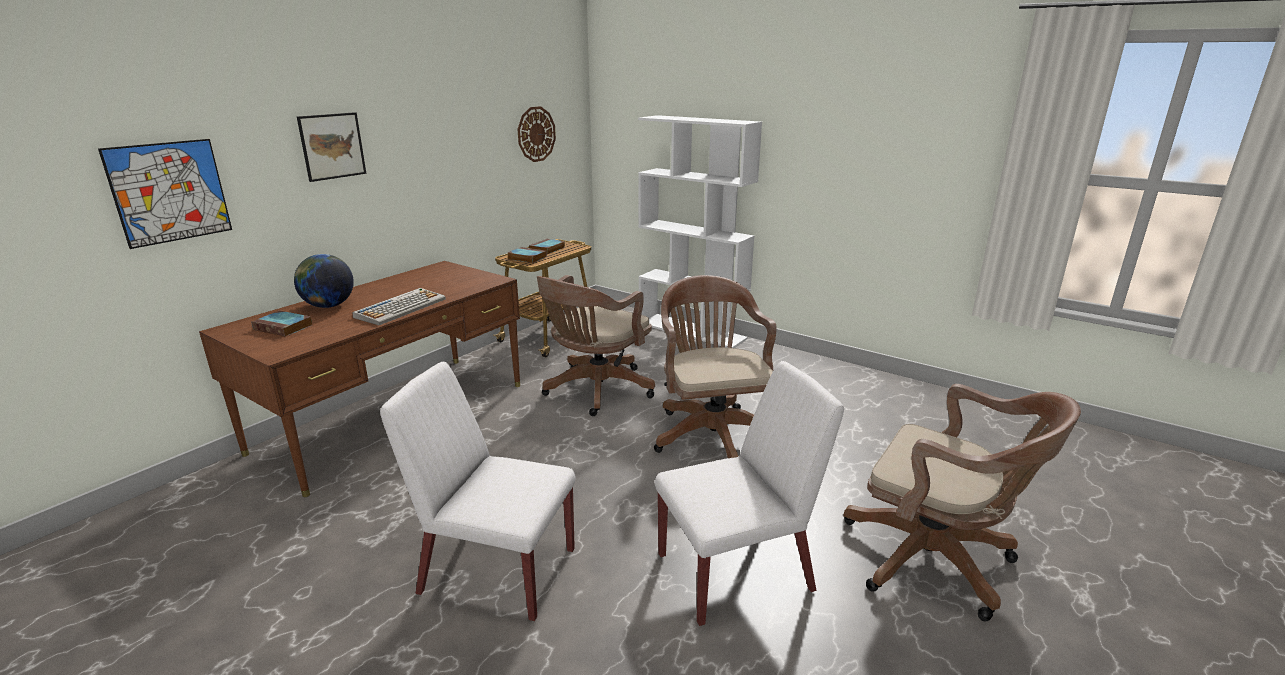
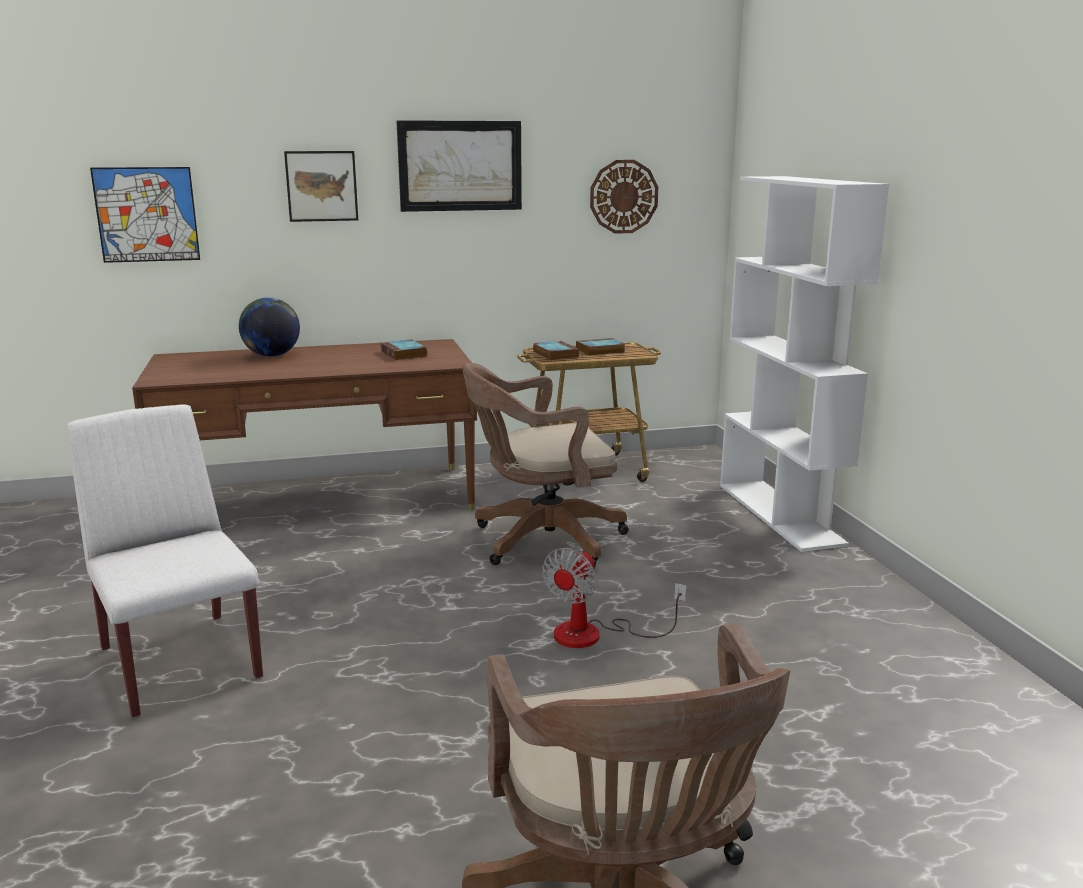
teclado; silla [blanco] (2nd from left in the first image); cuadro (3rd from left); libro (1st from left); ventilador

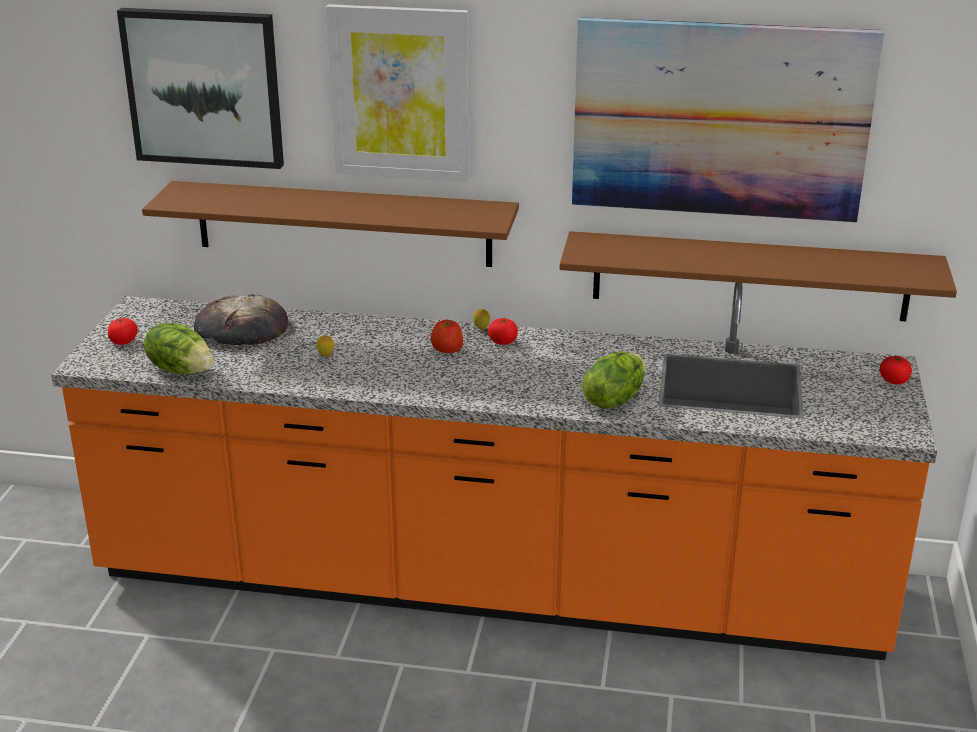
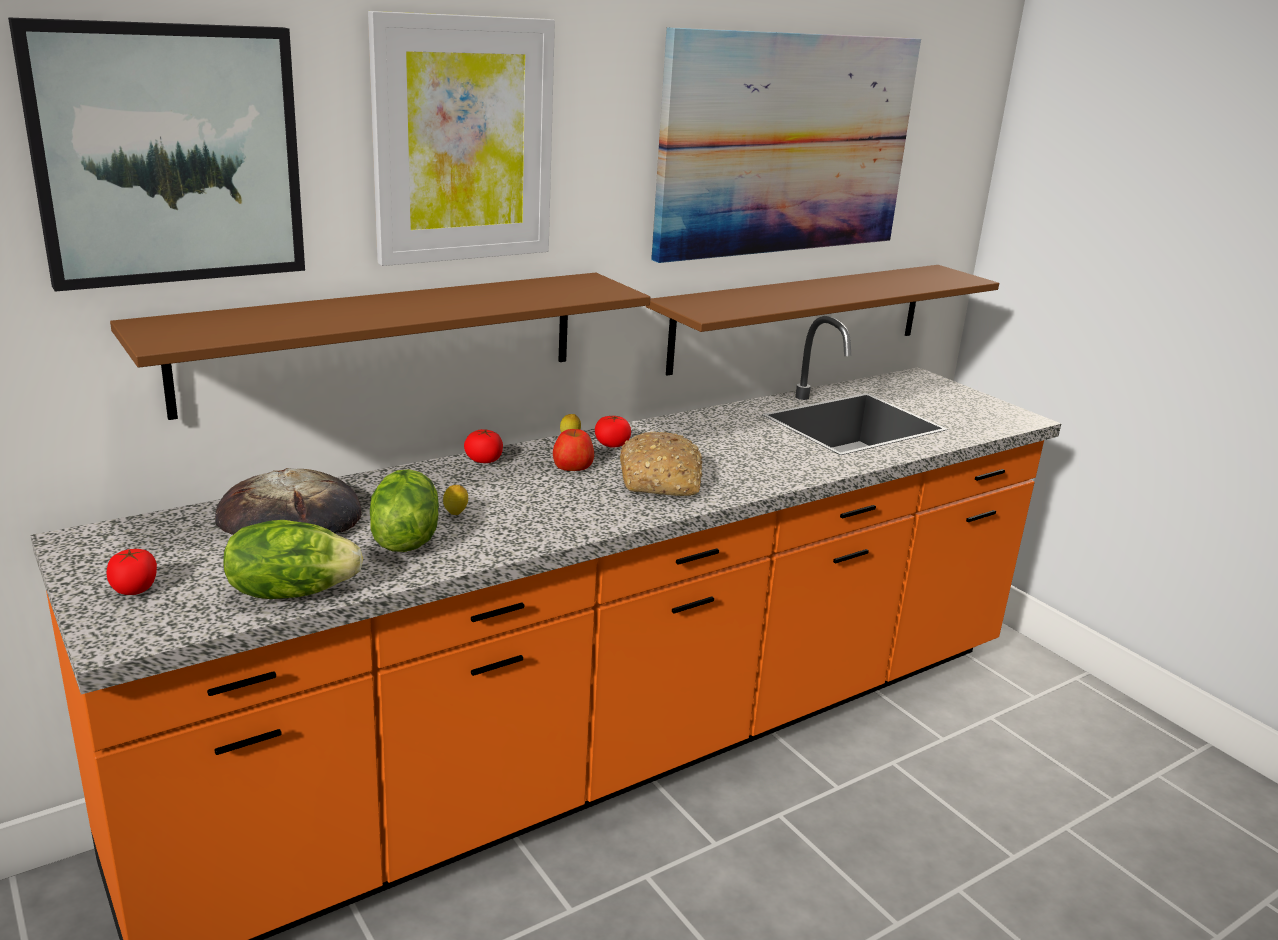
pan (2nd from left); lechuga (2nd from left); tomate (2nd from left)

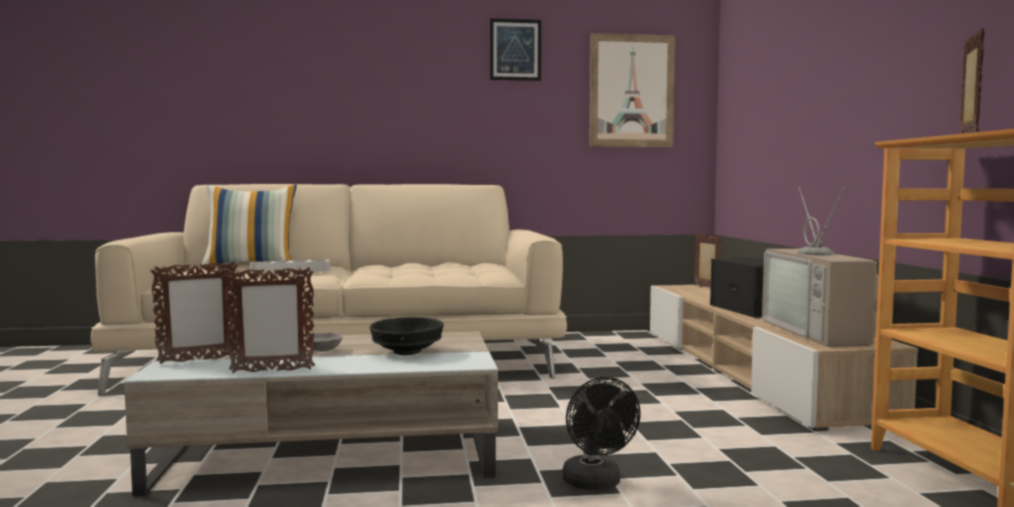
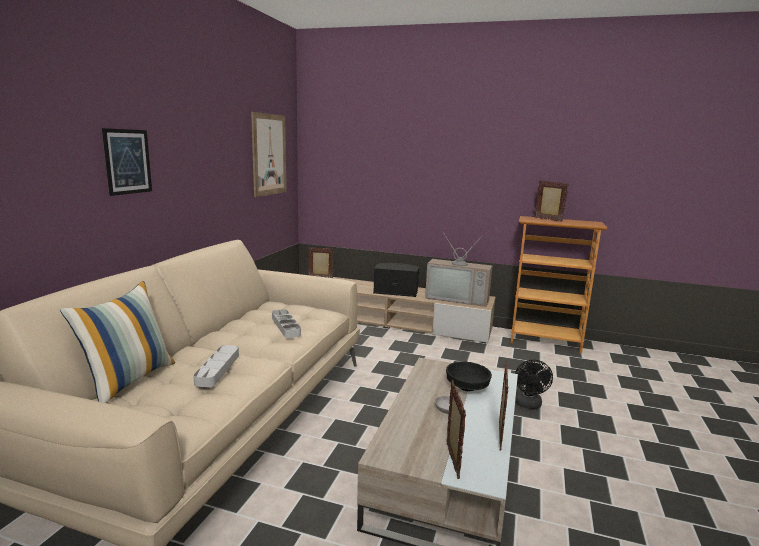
bandeja [gris] (2nd from left); cuadro (1st from left); ventilador [negro]

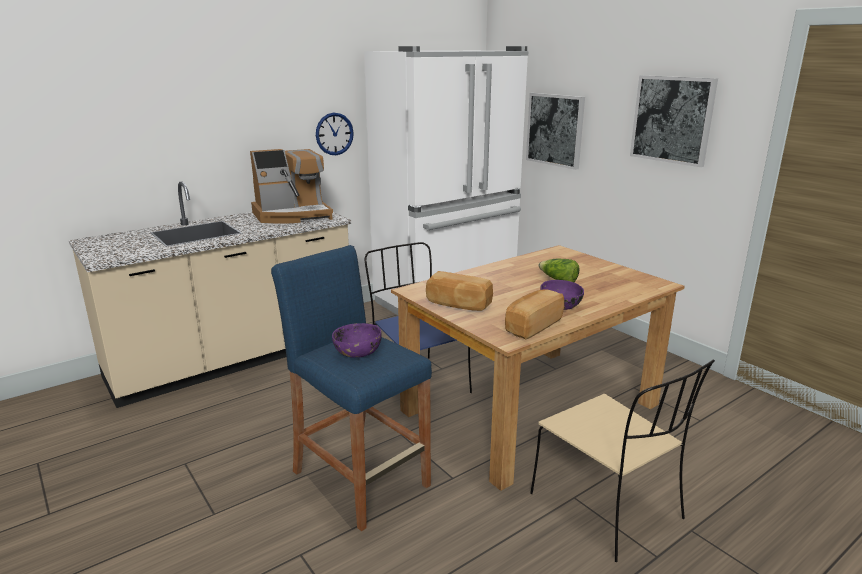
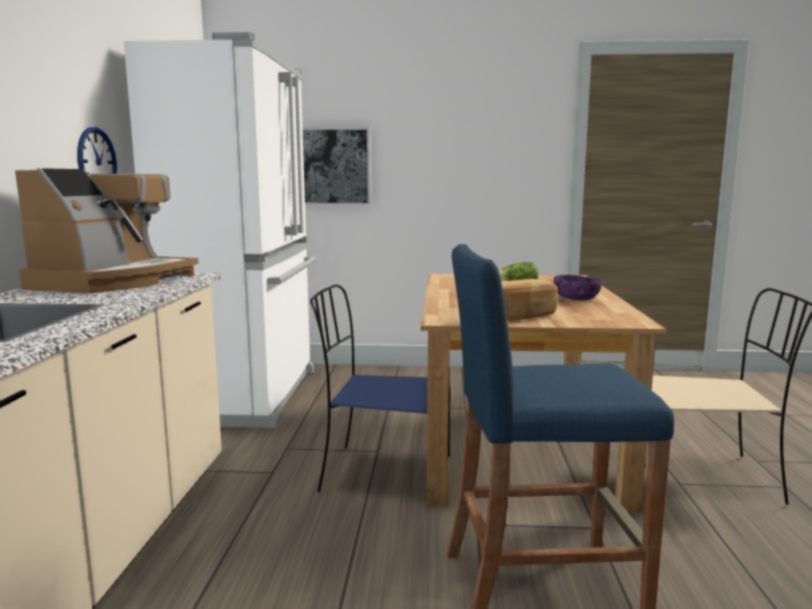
cuenco [morado] (1st from left in the first image); pan (2nd from left in the first image); cuadro (2nd from left in the first image)

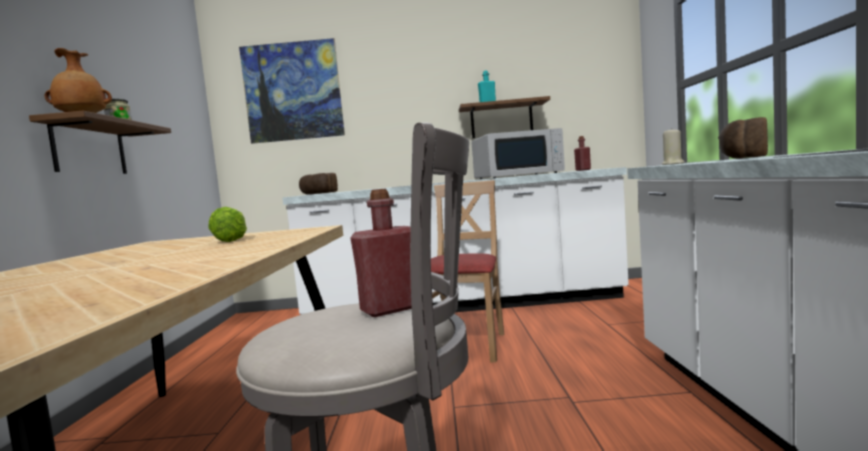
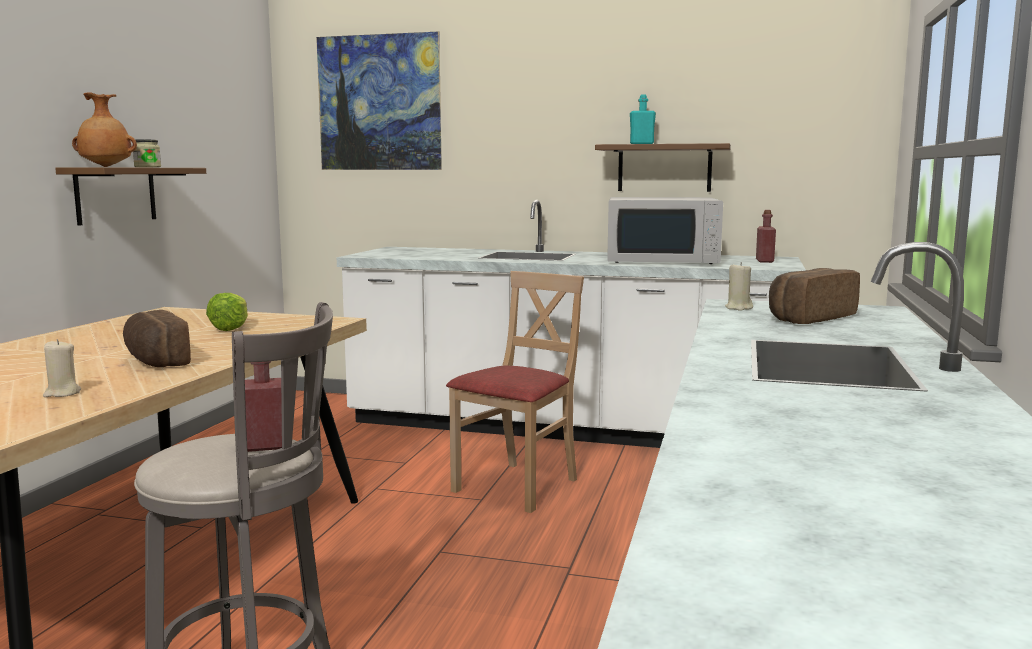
vela [beis] (1st from left); pan (1st from left)

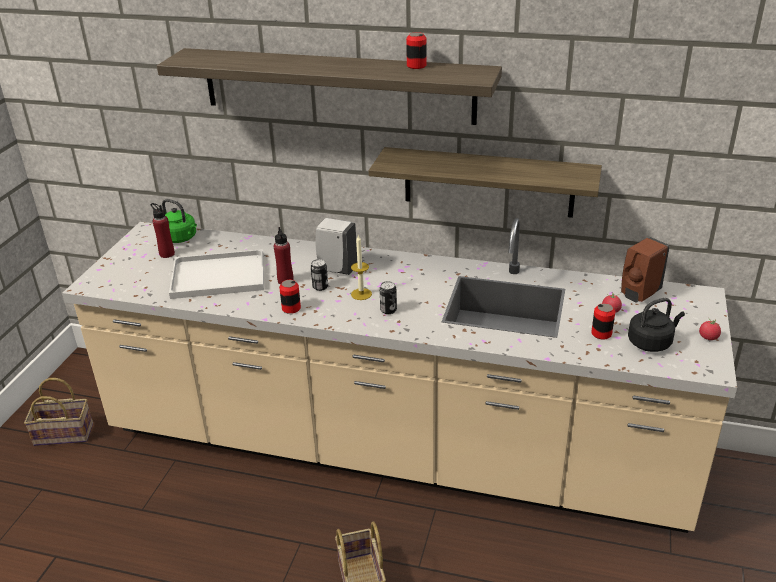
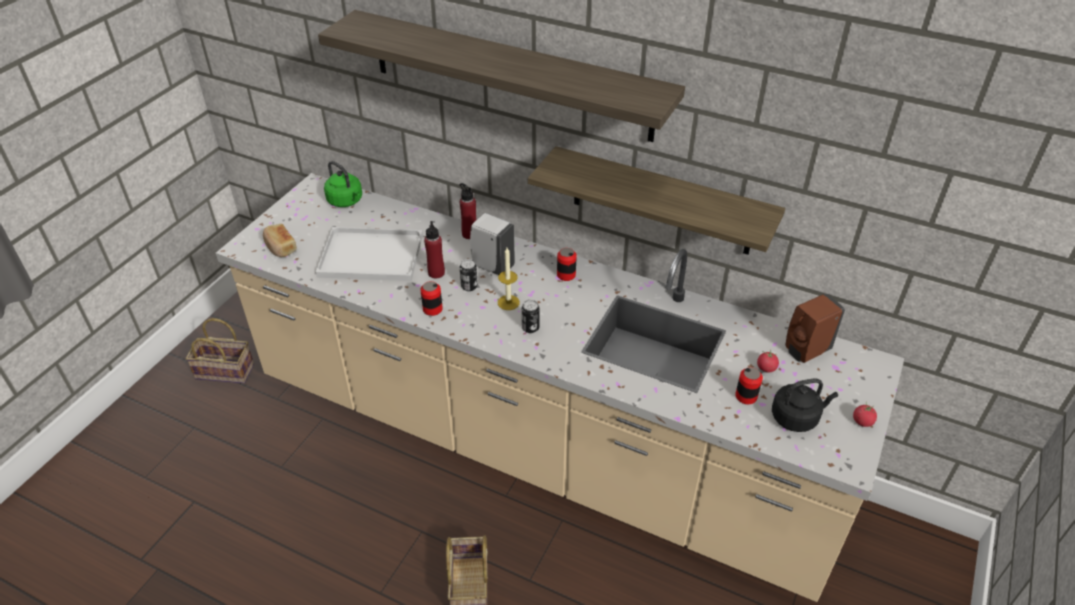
pan; botella [rojo] (2nd from left); lata (4th from left)

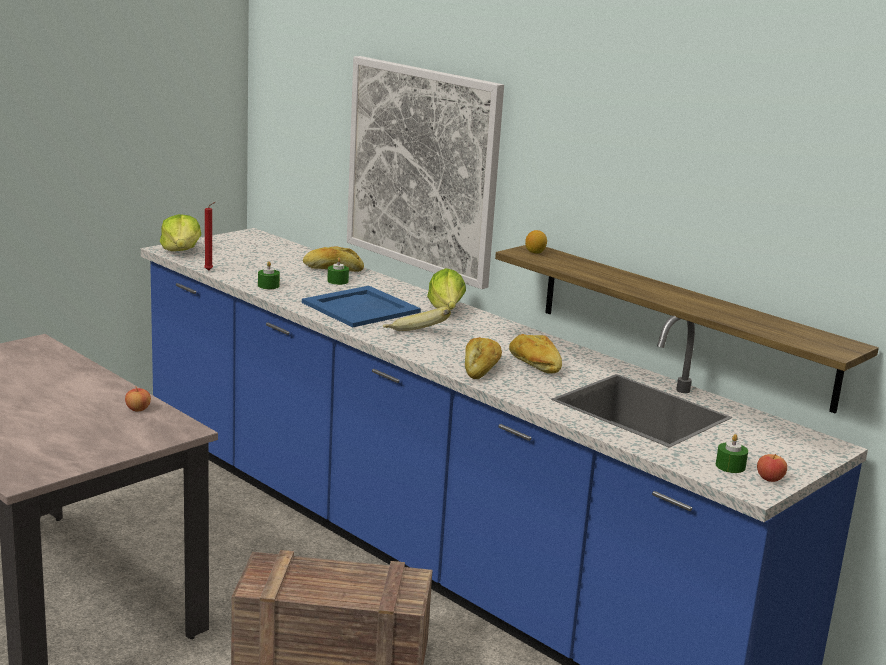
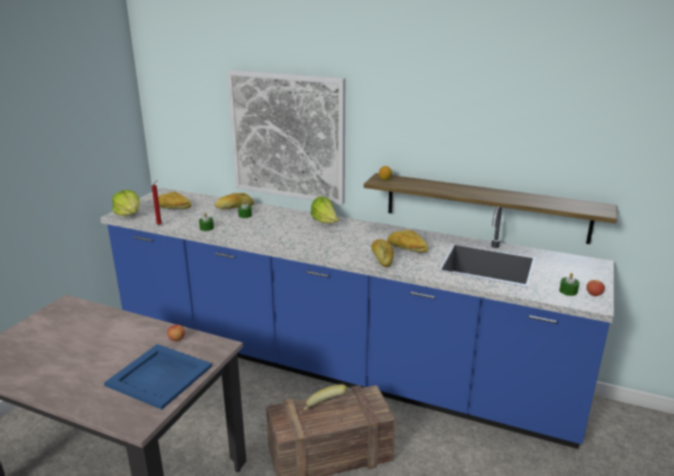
pan (1st from left); bandeja [azul]; plátano

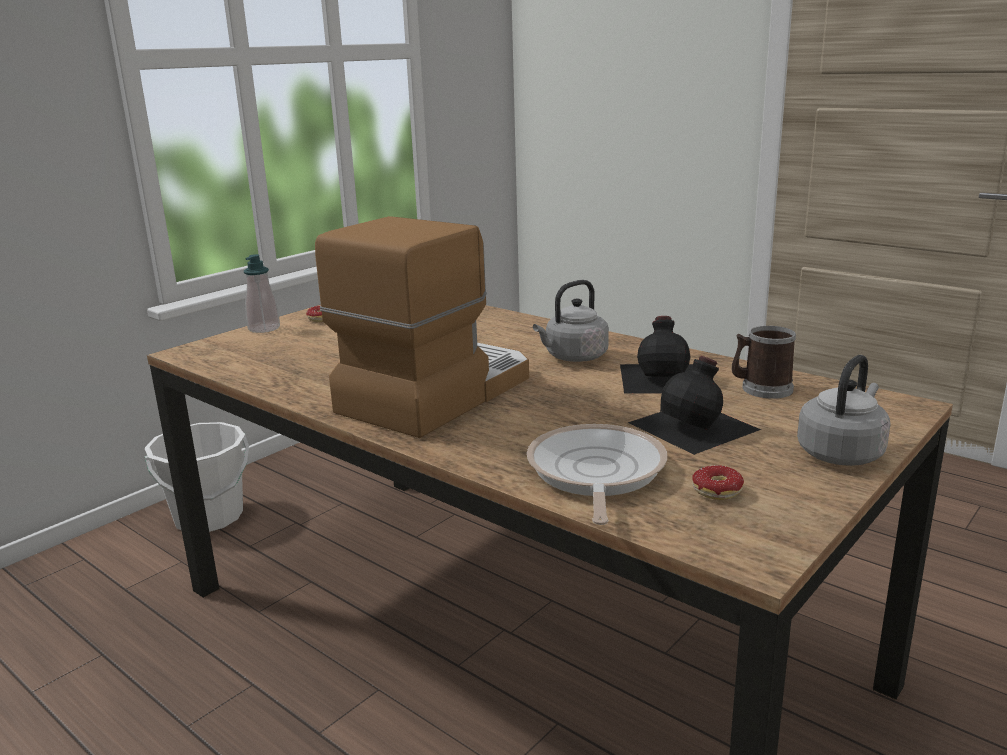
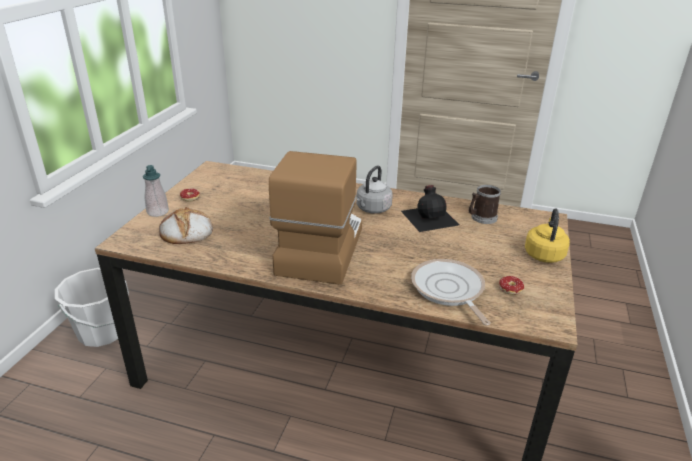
botella [negro] (2nd from left in the first image); pan; hervidor [amarillo]

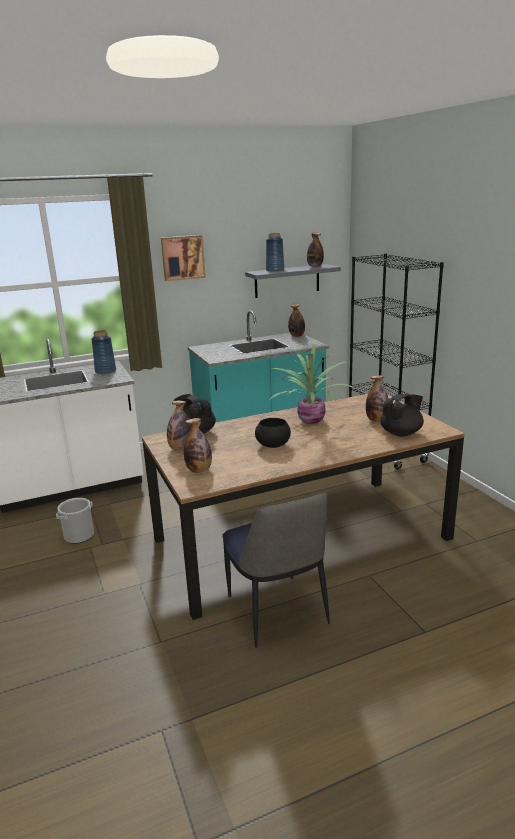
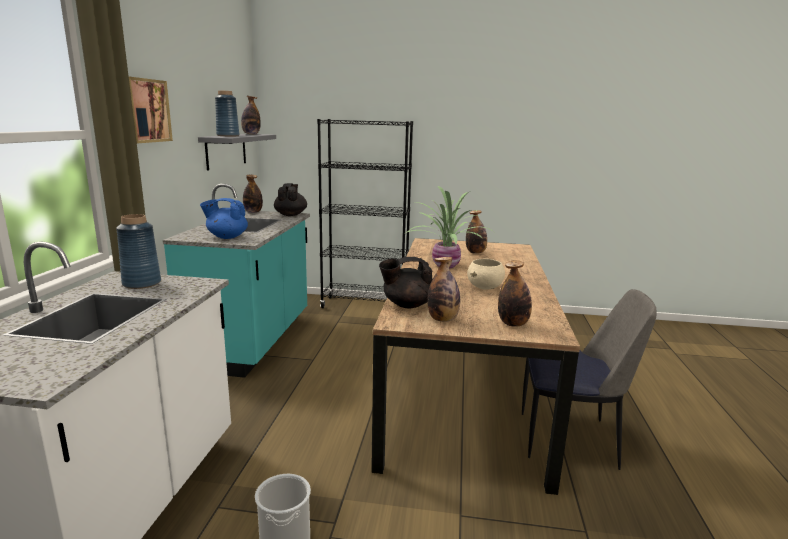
tetera [azul]; tetera [negro] (1st from left); cuenco [beis]

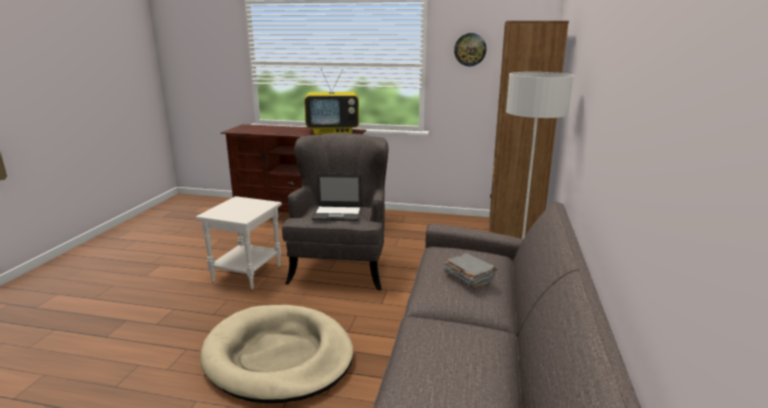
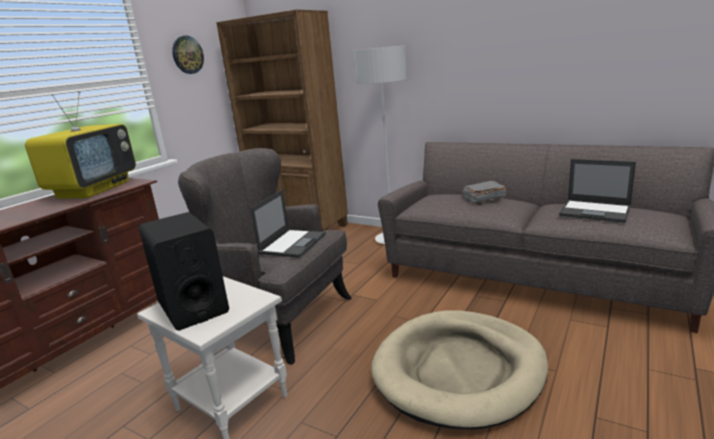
altavoz [negro]; portátil (2nd from left)

